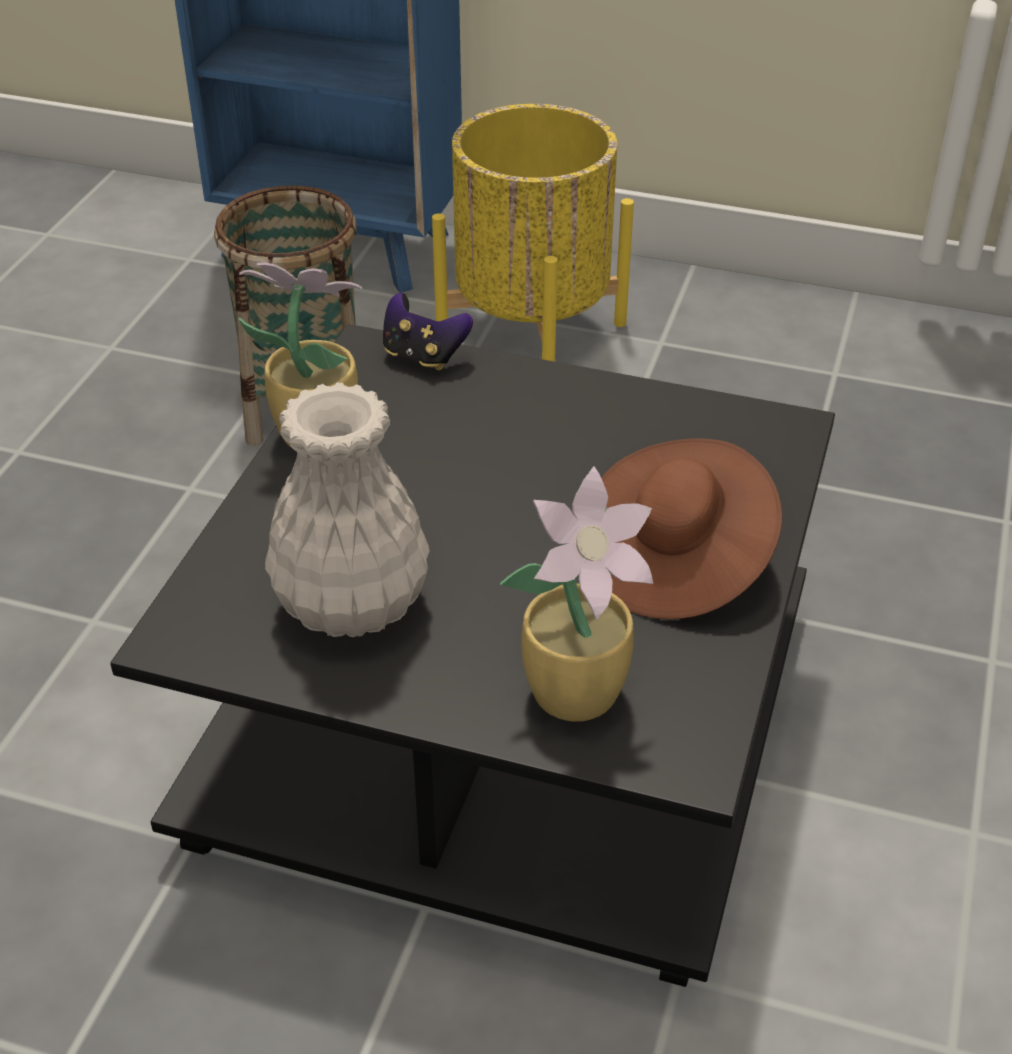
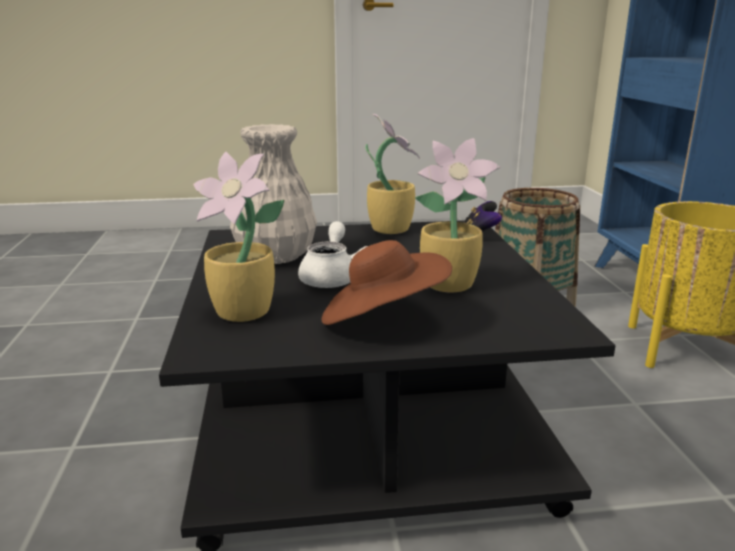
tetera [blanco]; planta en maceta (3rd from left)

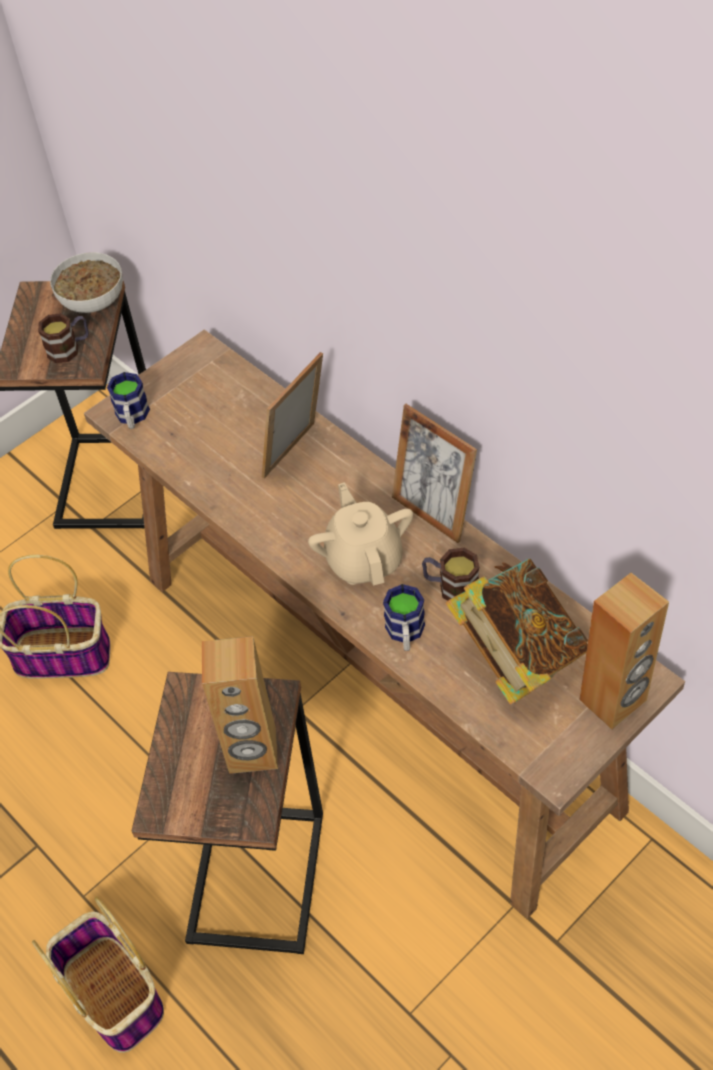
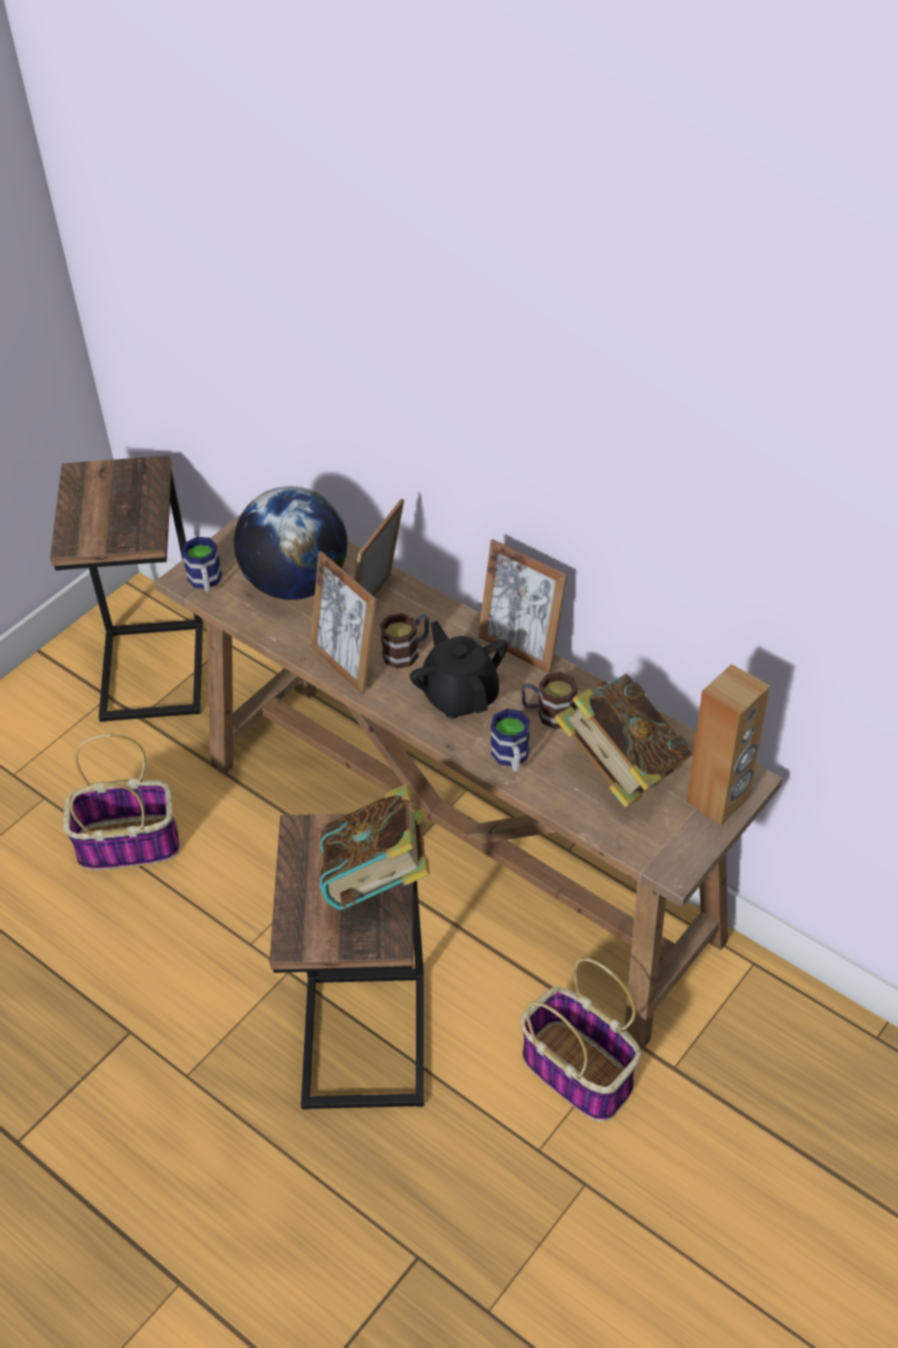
cuenco; globo terráqueo; portarretratos (1st from left); cesta (2nd from left); taza grande (2nd from left); libro (1st from left); tetera [negro]

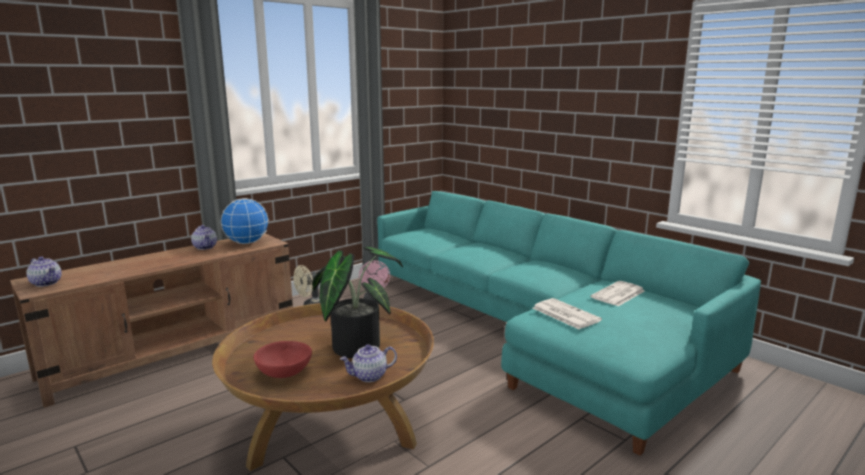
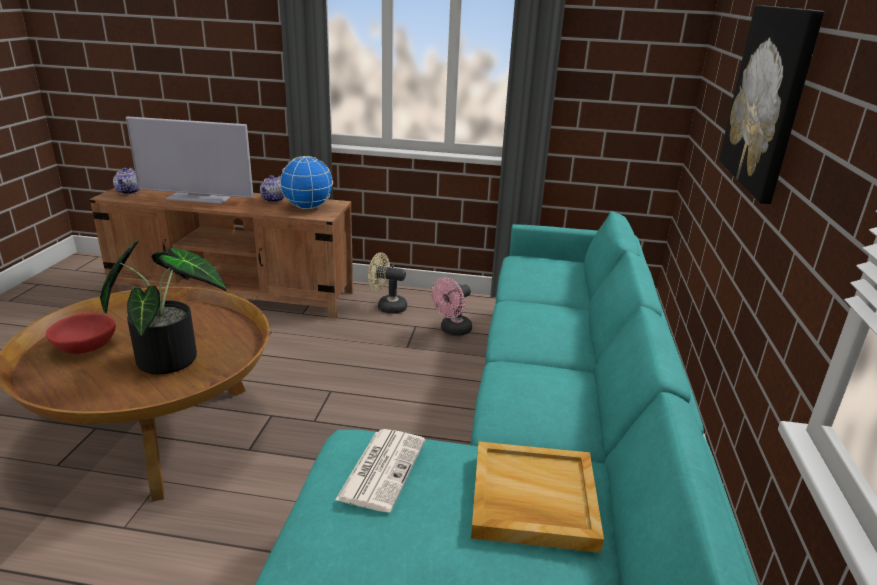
tetera (3rd from left in the first image); televisor; cuadro; bandeja [beis]

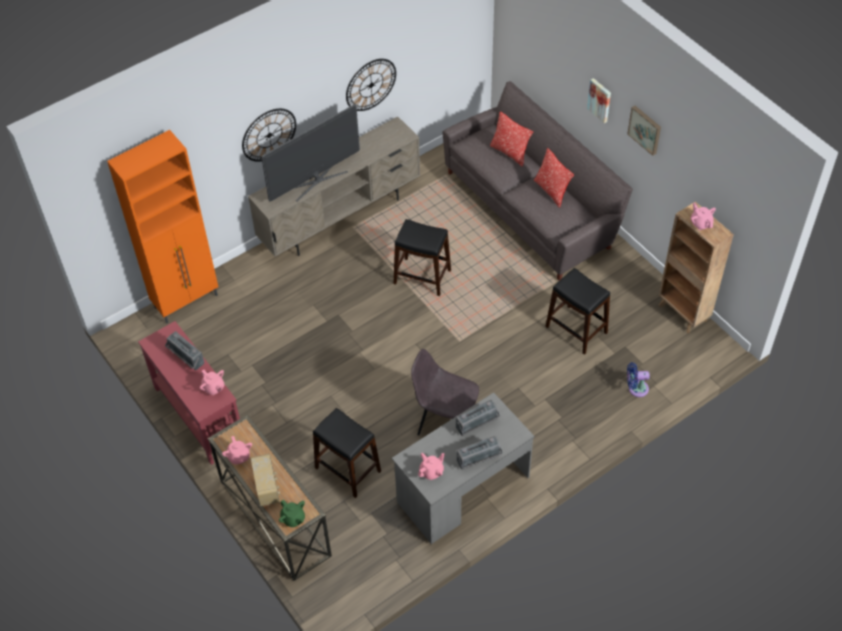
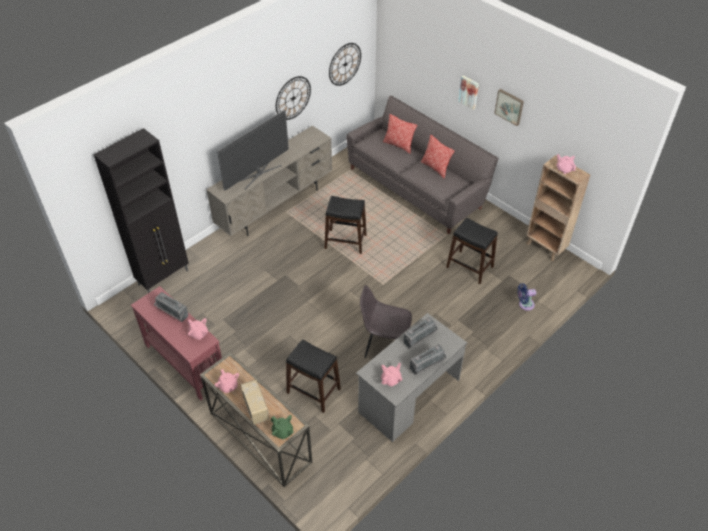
reloj de pared (2nd from left); armario [negro]

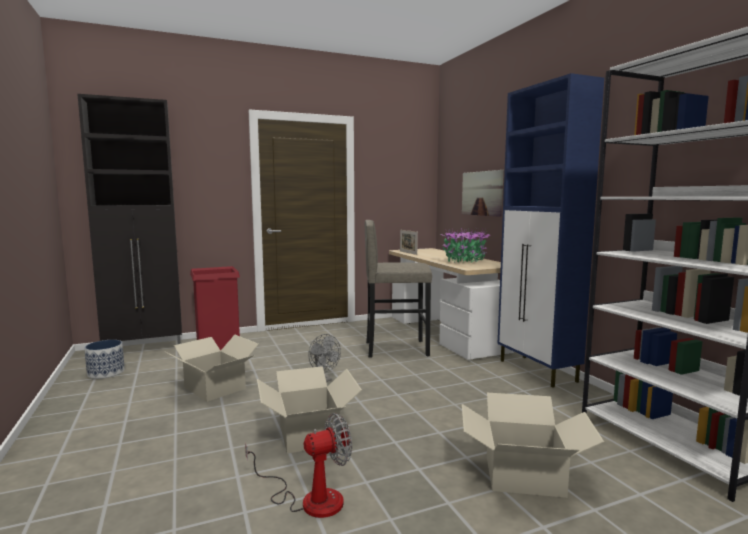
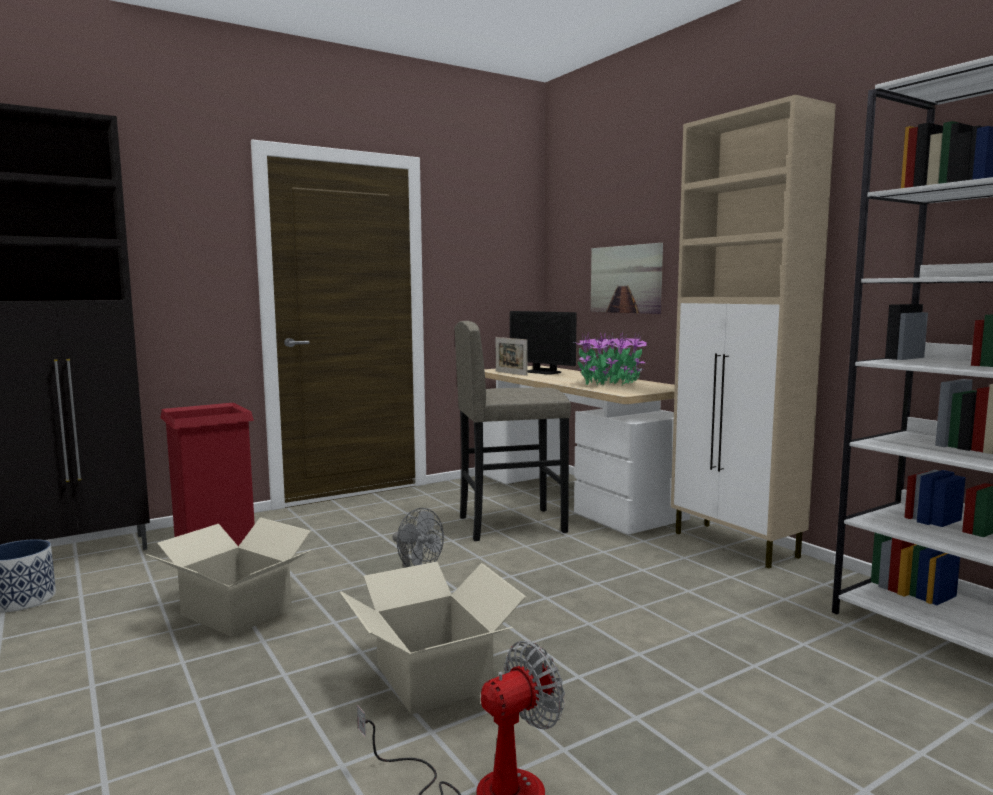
caja de cartón (3rd from left in the first image); monitor; armario [beis]

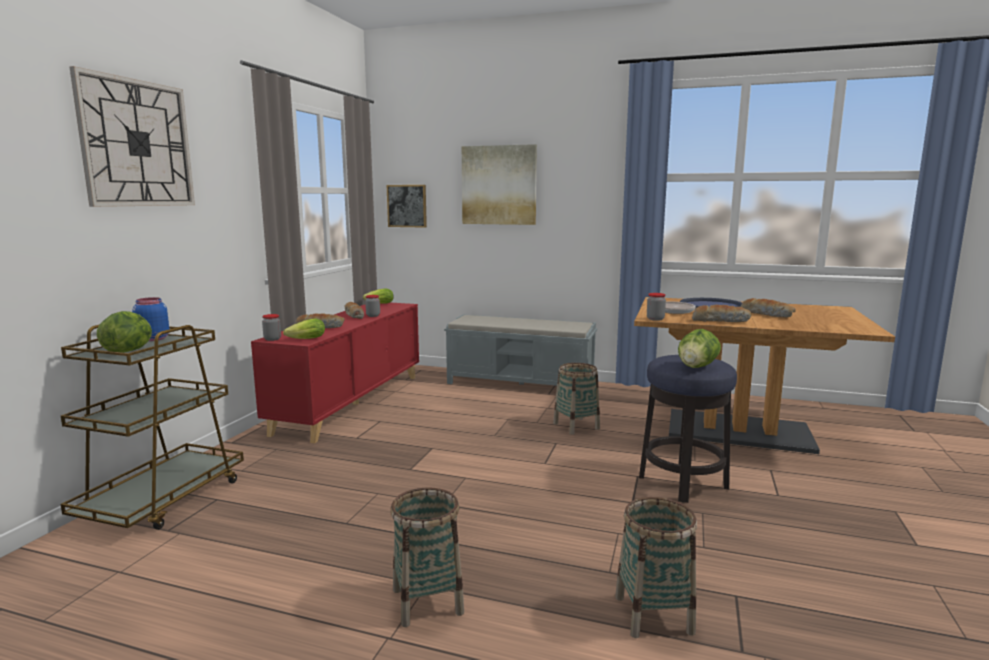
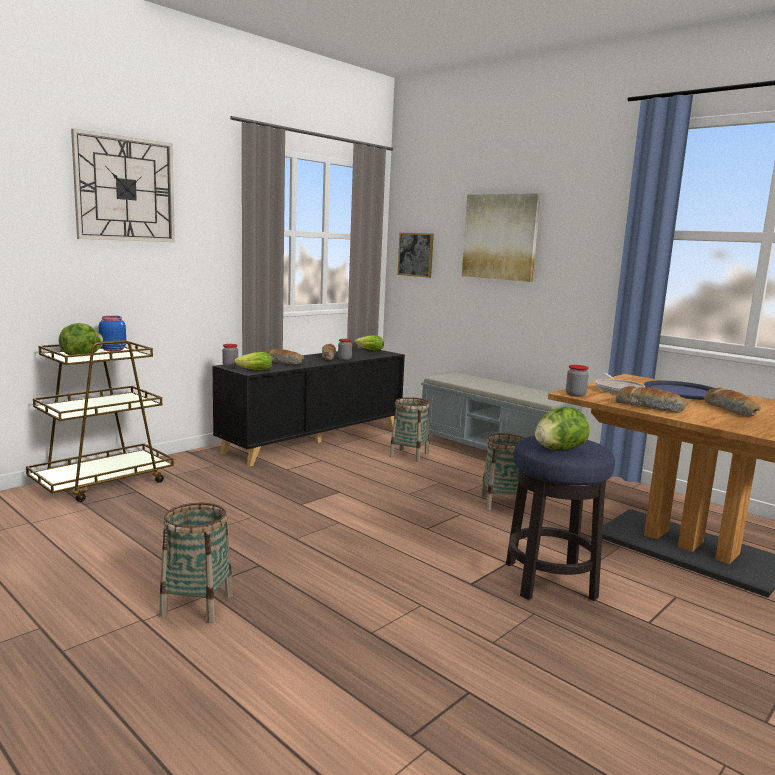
cesta (2nd from left); armario [negro]

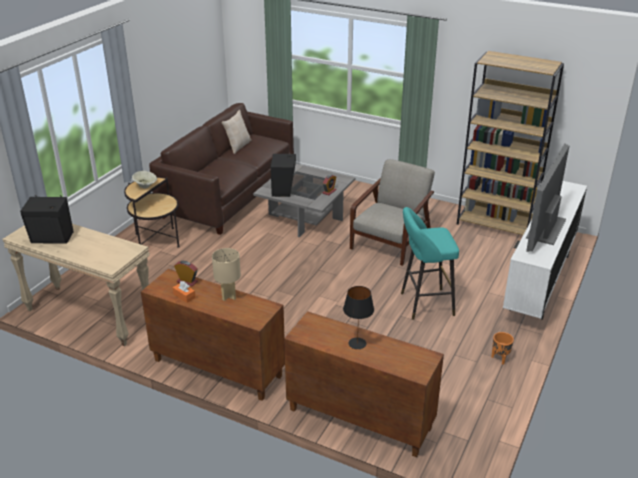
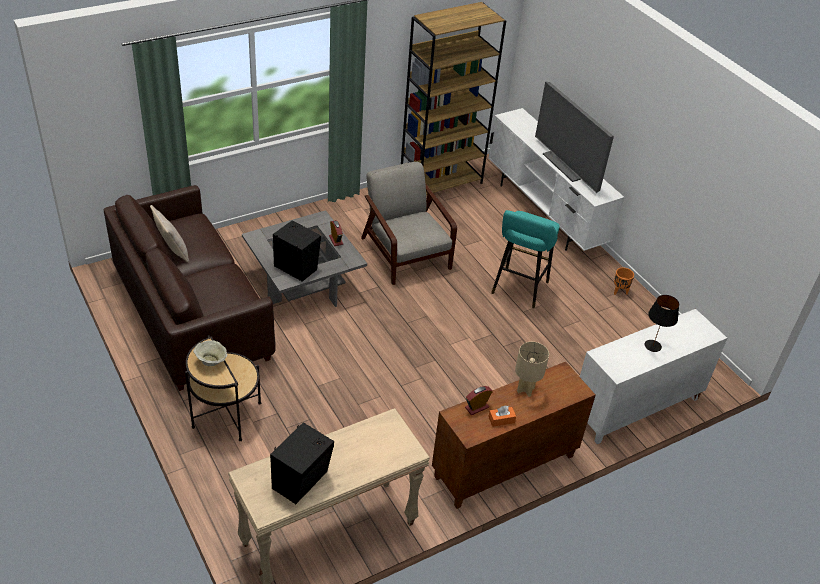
armario [blanco]

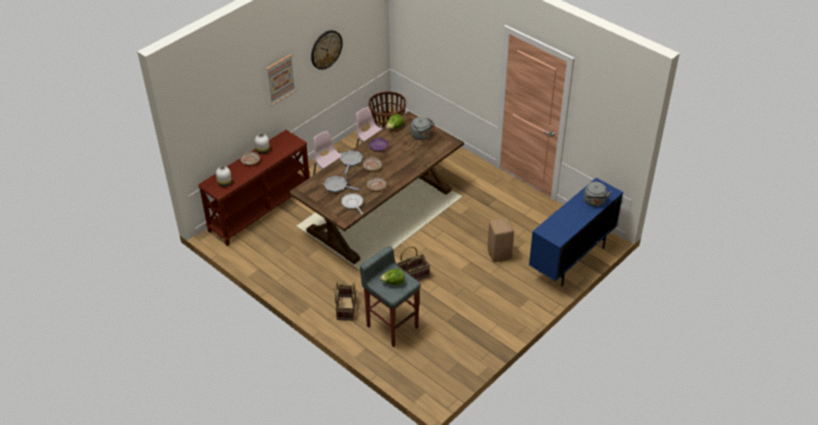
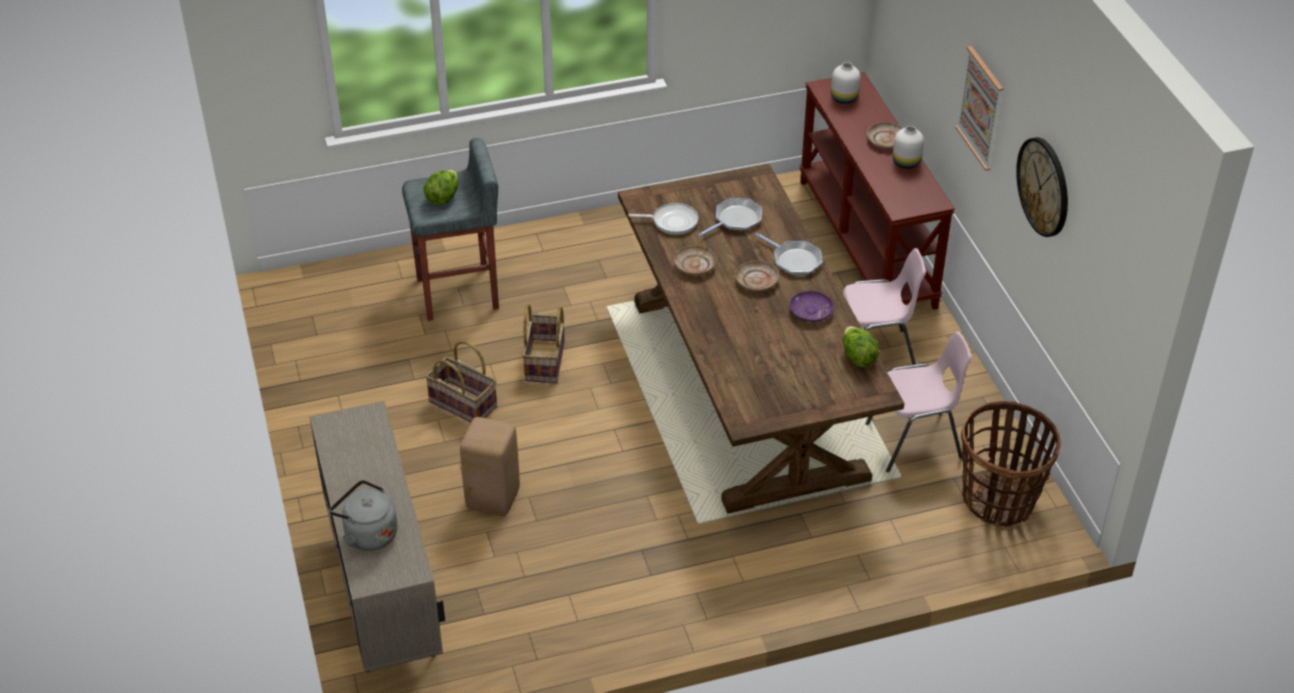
hervidor [gris] (1st from left in the first image); cesta (1st from left); armario [beis]

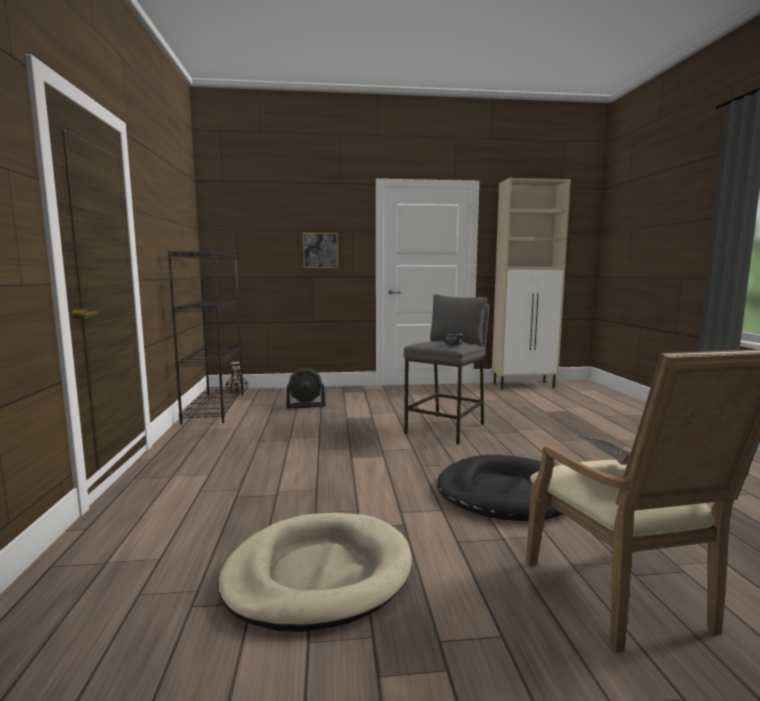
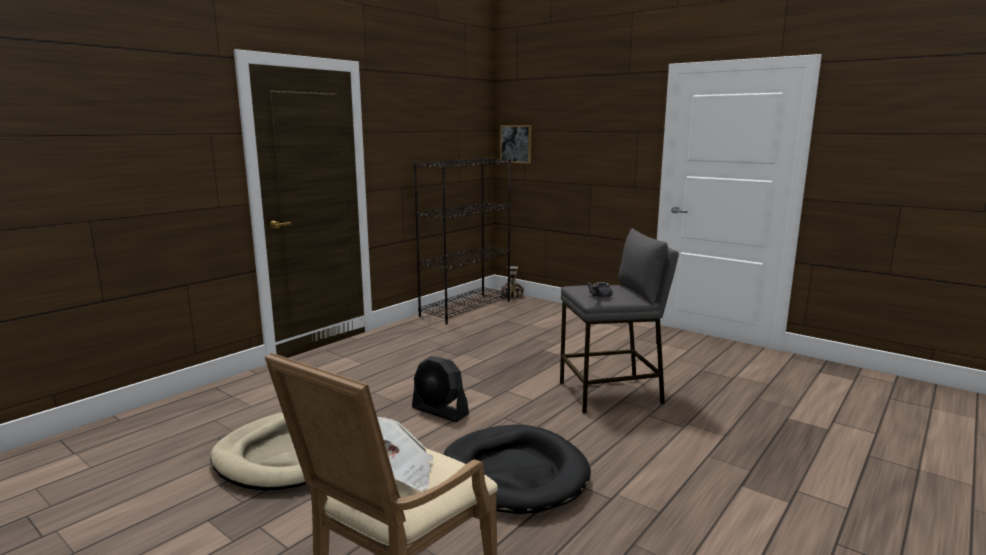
armario [beis]; ventilador [negro]; cuadro

